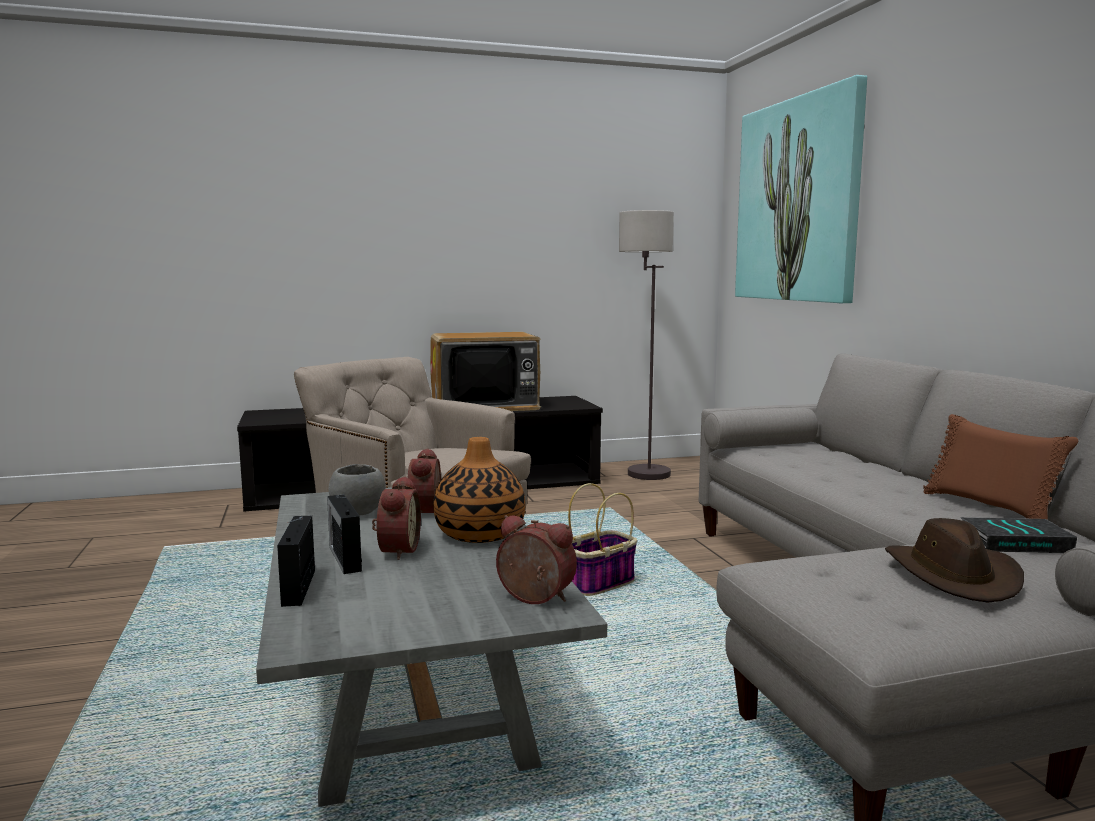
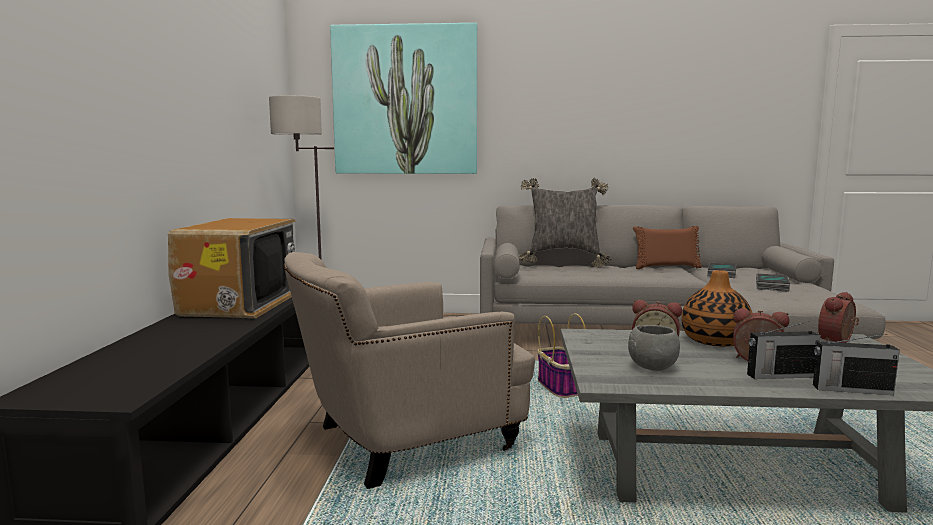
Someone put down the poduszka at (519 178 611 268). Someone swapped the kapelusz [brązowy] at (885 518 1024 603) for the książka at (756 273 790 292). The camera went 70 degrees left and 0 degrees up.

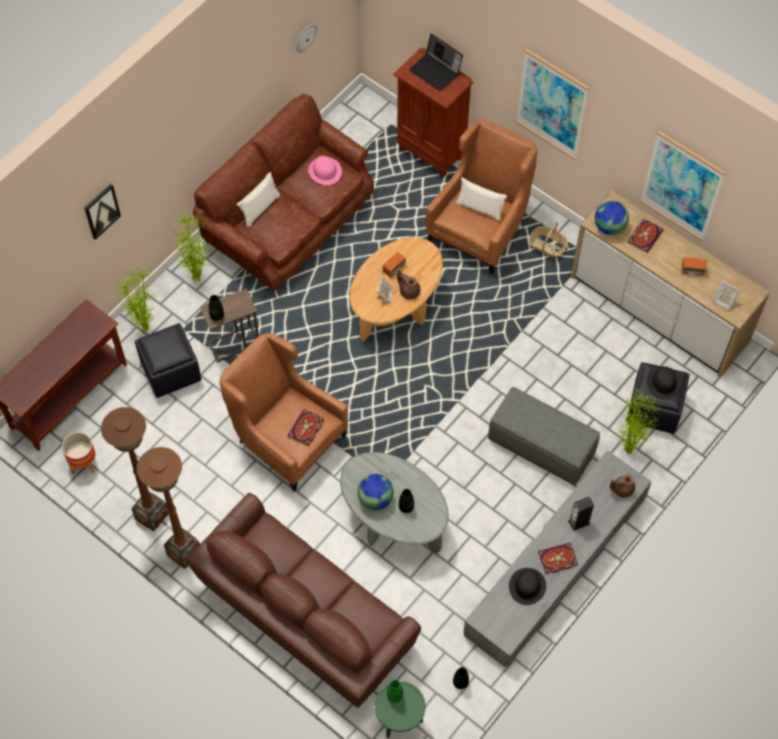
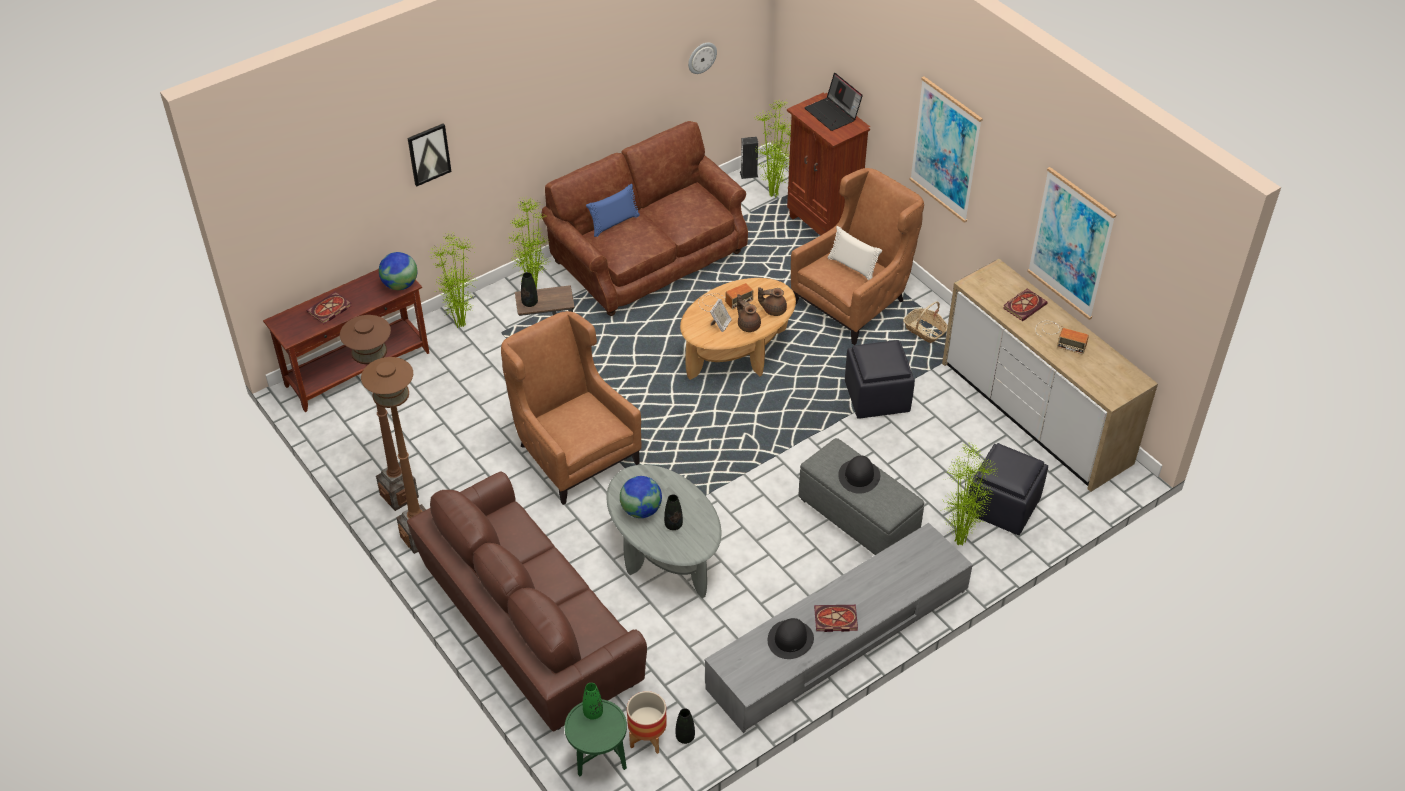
Someone carried the książka from (288 409 324 446) to (306 291 352 324). Someone carried the globus from (595 201 629 235) to (379 252 417 290). Someone repainted the poduszka [biały] at (237 172 280 227), which became the poduszka [niebieski] at (586 184 640 237). Someone carried the donica from (62 432 96 474) to (627 691 667 754). Someone carried the głośnik from (568 496 594 531) to (740 137 758 179). Someone put down the roślina doniczkowa at (753 99 791 197). Someone carried the imbryk [brązowy] from (610 474 635 498) to (758 287 787 316). Someone carried the kapelusz [czarny] from (647 366 682 400) to (838 456 880 494). Someone carried the pufa [czarny] from (135 323 201 398) to (845 340 915 419). Someone took away the kapelusz [różowy] at (308 156 342 185). Someone took away the ramka na zdjęcie at (714 281 740 310). The camera went 15 degrees right and 15 degrees down.

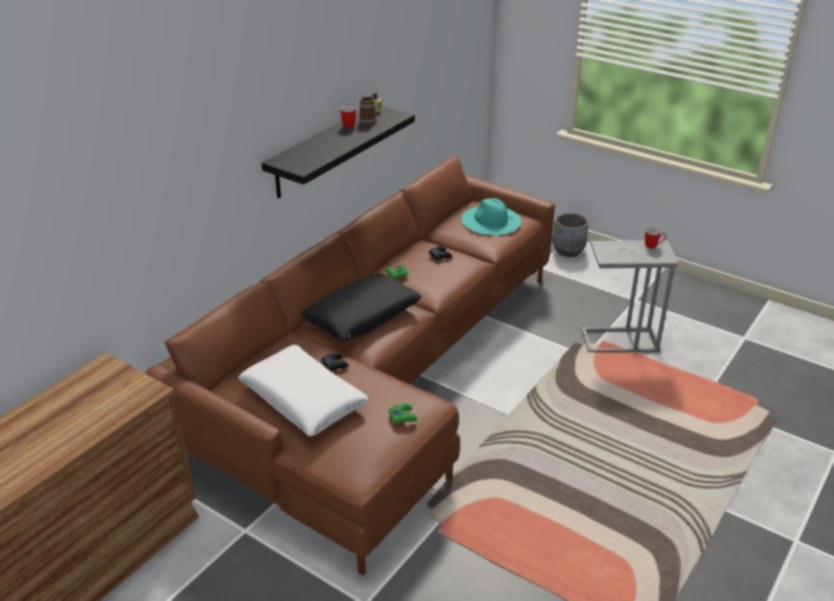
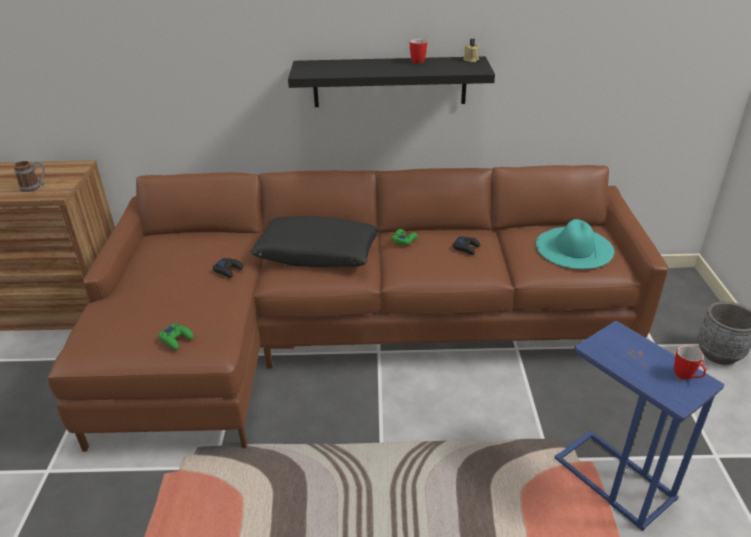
Someone carried the kubek from (359 94 377 125) to (14 161 45 192). Someone repainted the stolik [szary] at (581 240 679 353), which became the stolik [niebieski] at (555 321 724 531). Someone took away the poduszka [biały] at (238 345 368 436). The camera went 55 degrees right and 0 degrees up.

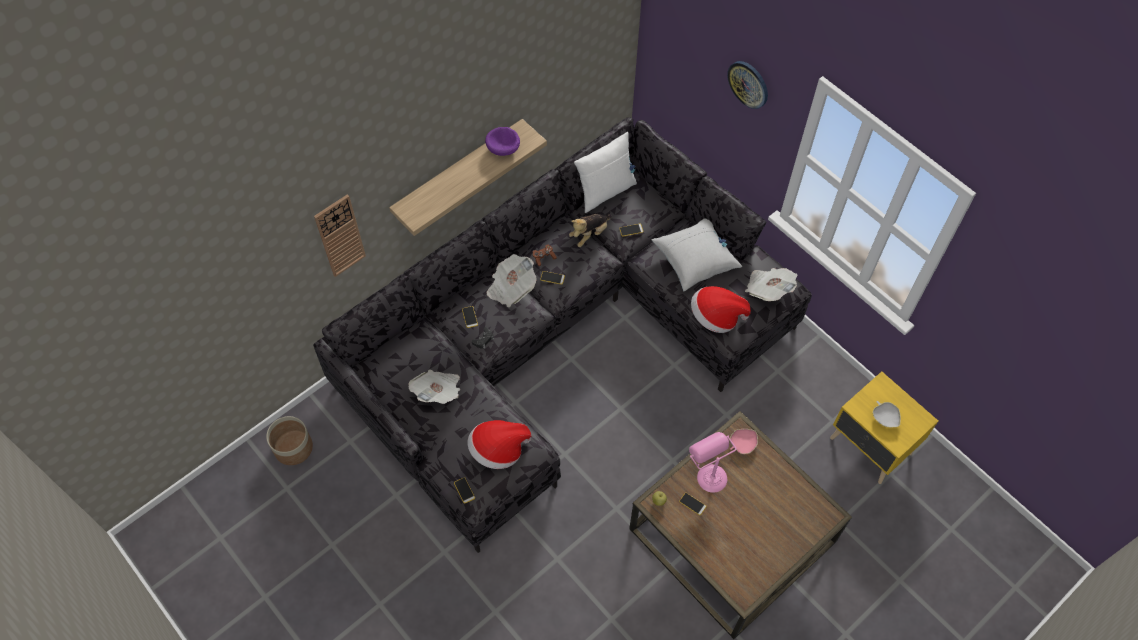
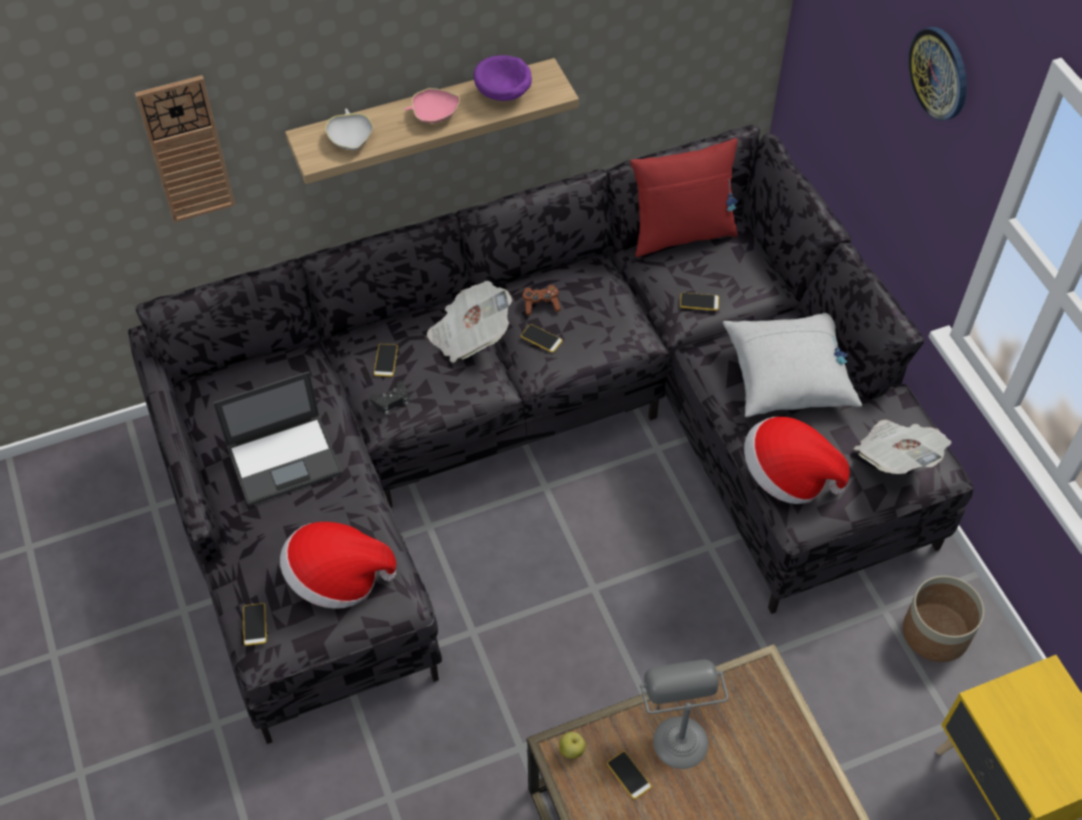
Someone swapped the gazeta at (408 370 461 404) for the laptop at (213 371 342 506). Someone carried the miska [biały] from (873 401 901 427) to (325 109 373 150). Someone carried the miska [różowy] from (730 429 758 454) to (404 88 460 123). Someone repainted the poduszka [biały] at (574 132 637 213), which became the poduszka [czerwony] at (630 138 738 257). Someone repainted the lampa stołowa [różowy] at (689 432 737 493), which became the lampa stołowa [szary] at (640 660 729 769). Someone carried the donica from (266 416 313 465) to (903 576 984 662). Someone took away the pluszak at (569 214 612 247). The camera went 20 degrees right and 5 degrees down.

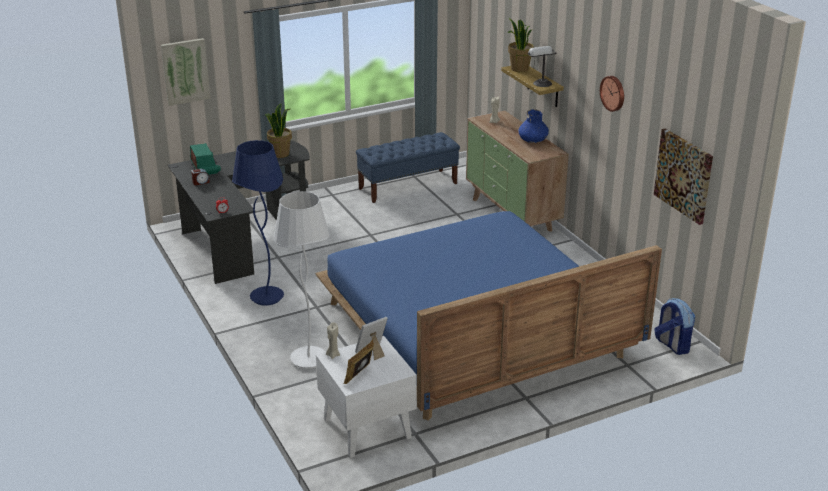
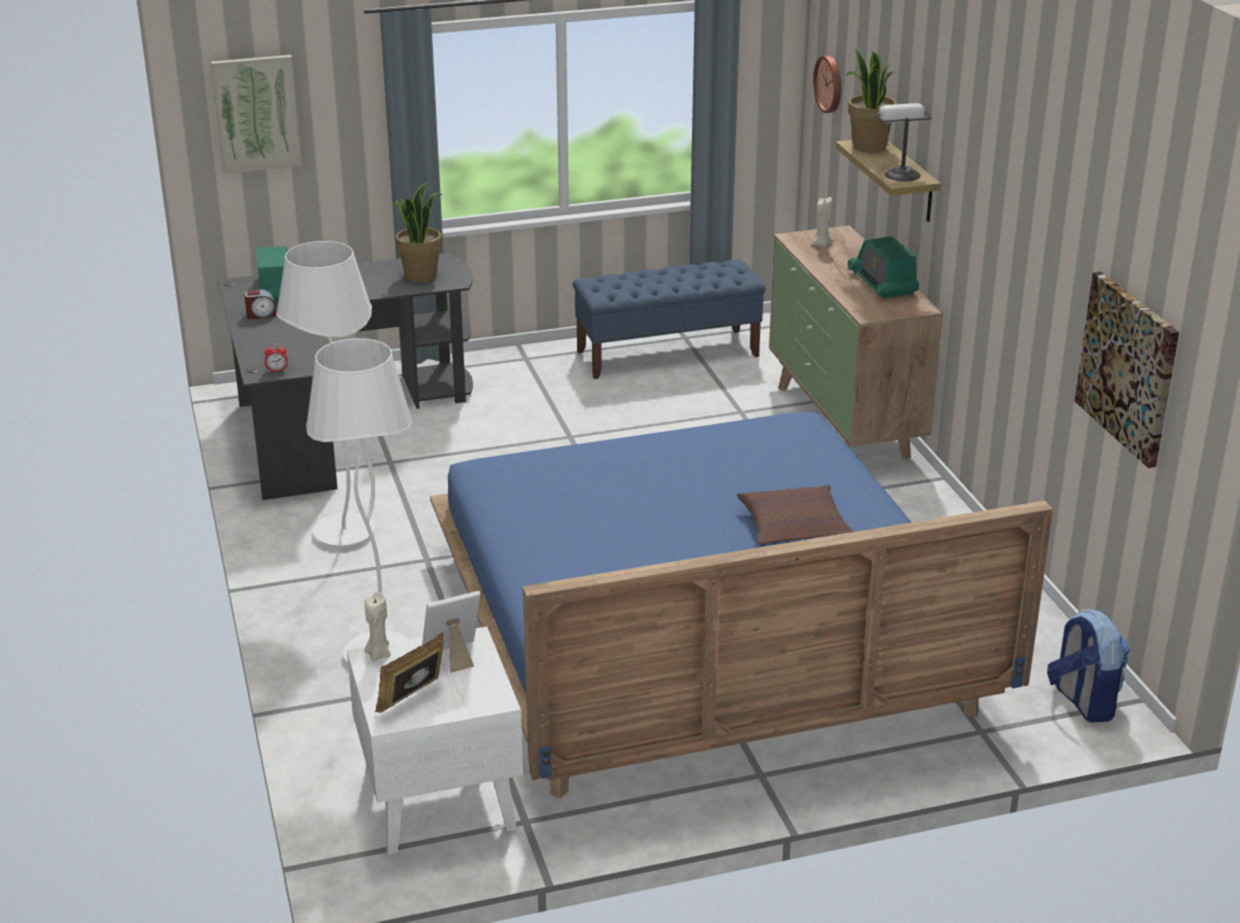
Someone repainted the lampa stojąca [niebieski] at (232 140 284 306), which became the lampa stojąca [biały] at (276 241 376 548). Someone put down the poduszka [brązowy] at (737 485 853 545). Someone carried the zegar ścienny from (600 76 624 112) to (813 56 841 113). Someone swapped the wazon [niebieski] at (518 109 549 143) for the radio at (848 236 919 298). The camera went 10 degrees right and 0 degrees up.

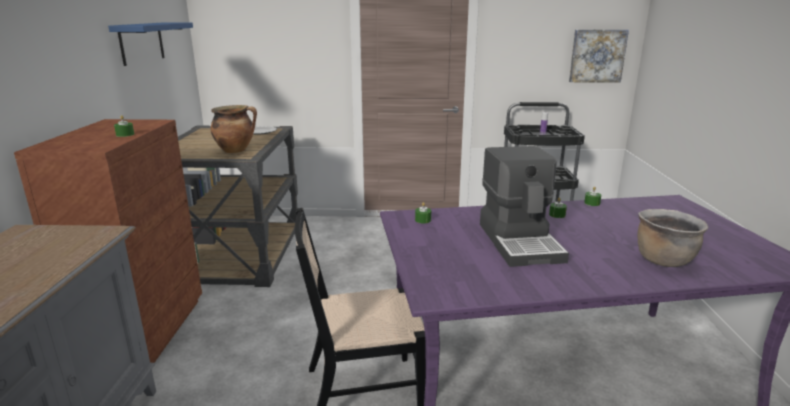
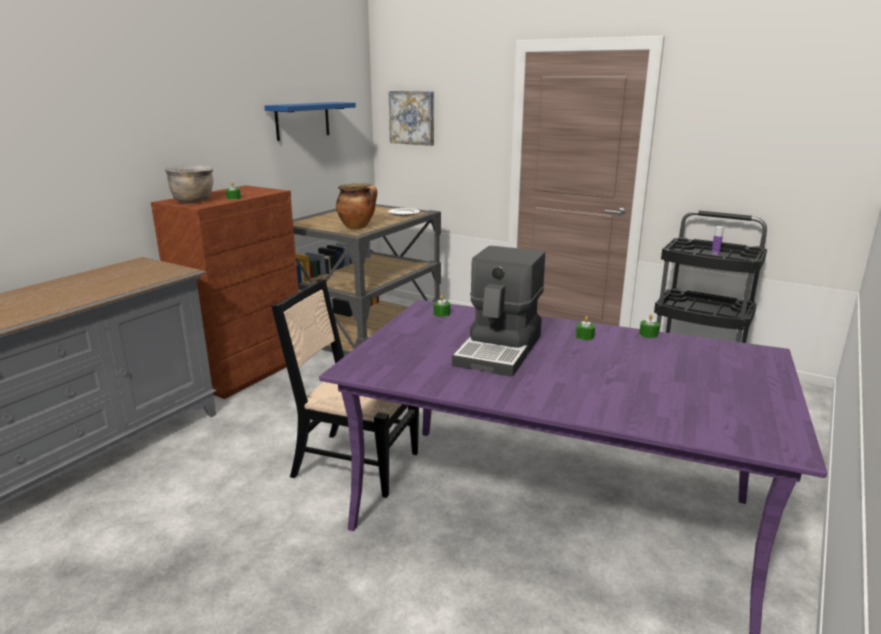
Someone carried the garnek [brązowy] from (637 209 708 267) to (164 165 213 203). Someone carried the obraz from (569 30 629 83) to (389 91 434 146). The camera went 30 degrees right and 0 degrees up.

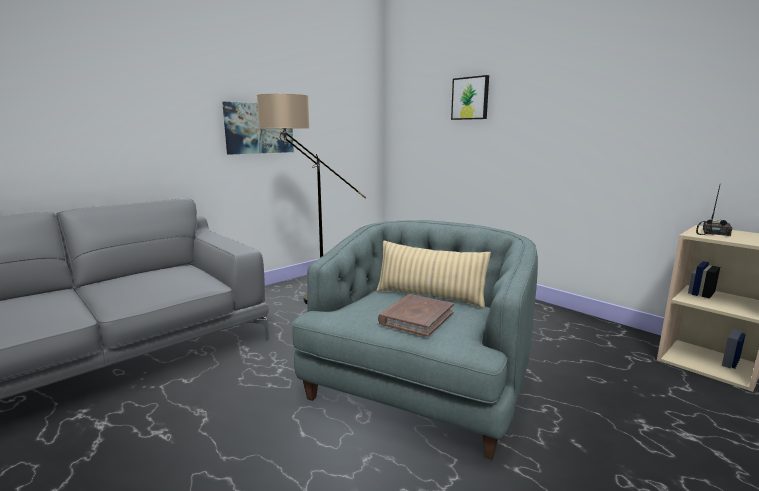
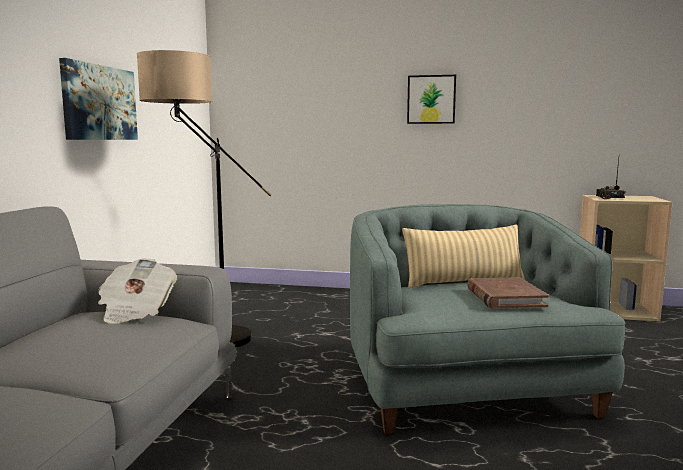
Someone put down the gazeta at (98 258 177 324). Someone carried the obraz from (451 75 489 120) to (407 75 456 124). The camera went 35 degrees left and 5 degrees down.

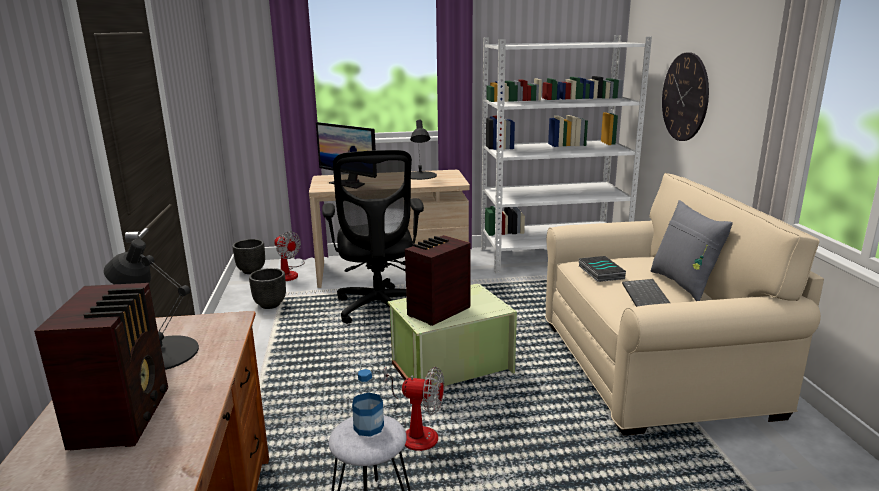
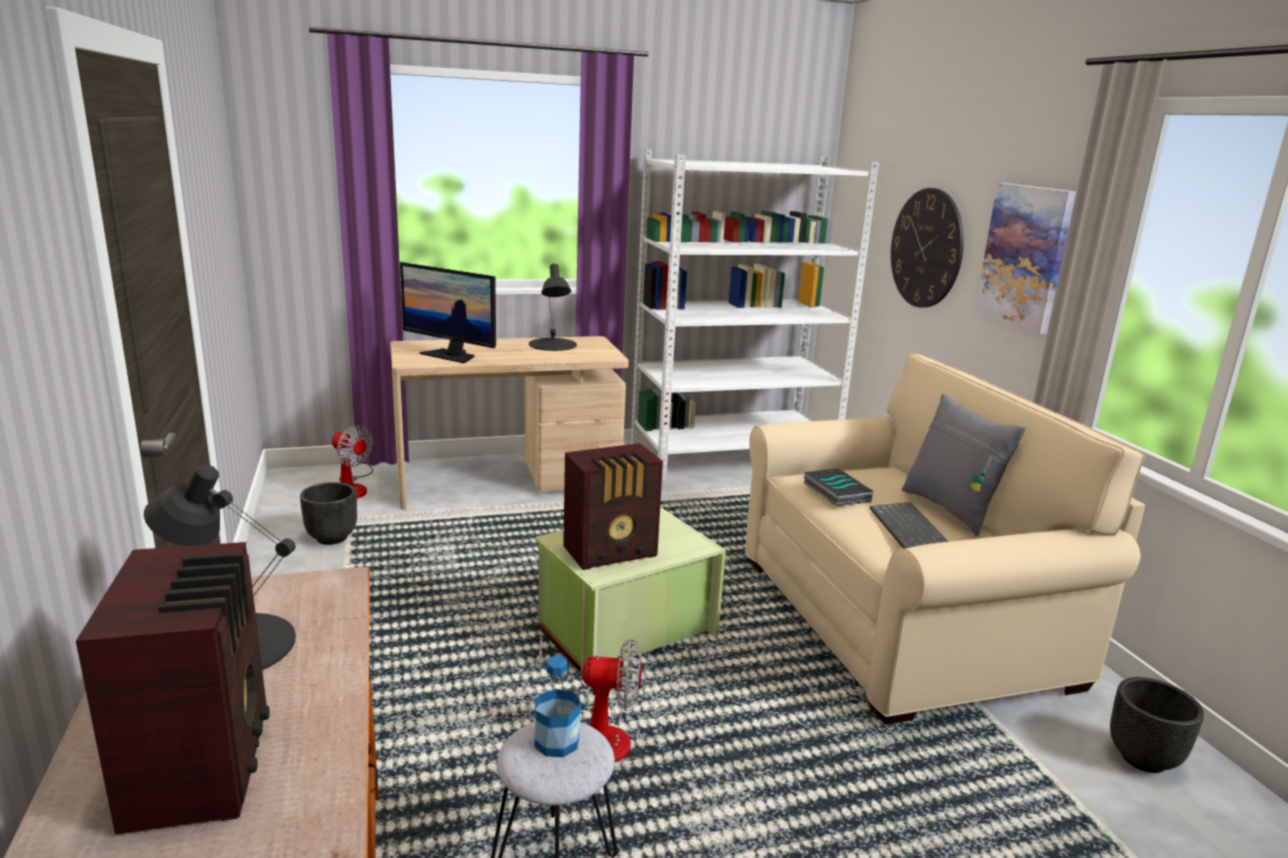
Someone rotated the radio at (405 235 471 326) by 150 degrees counterclockwise. Someone put up the obraz at (975 183 1076 334). Someone carried the donica [czarny] from (232 239 265 274) to (1110 677 1204 773). Someone took away the krzesło biurowe [czarny] at (322 150 424 324). The camera went 10 degrees left and 0 degrees up.

